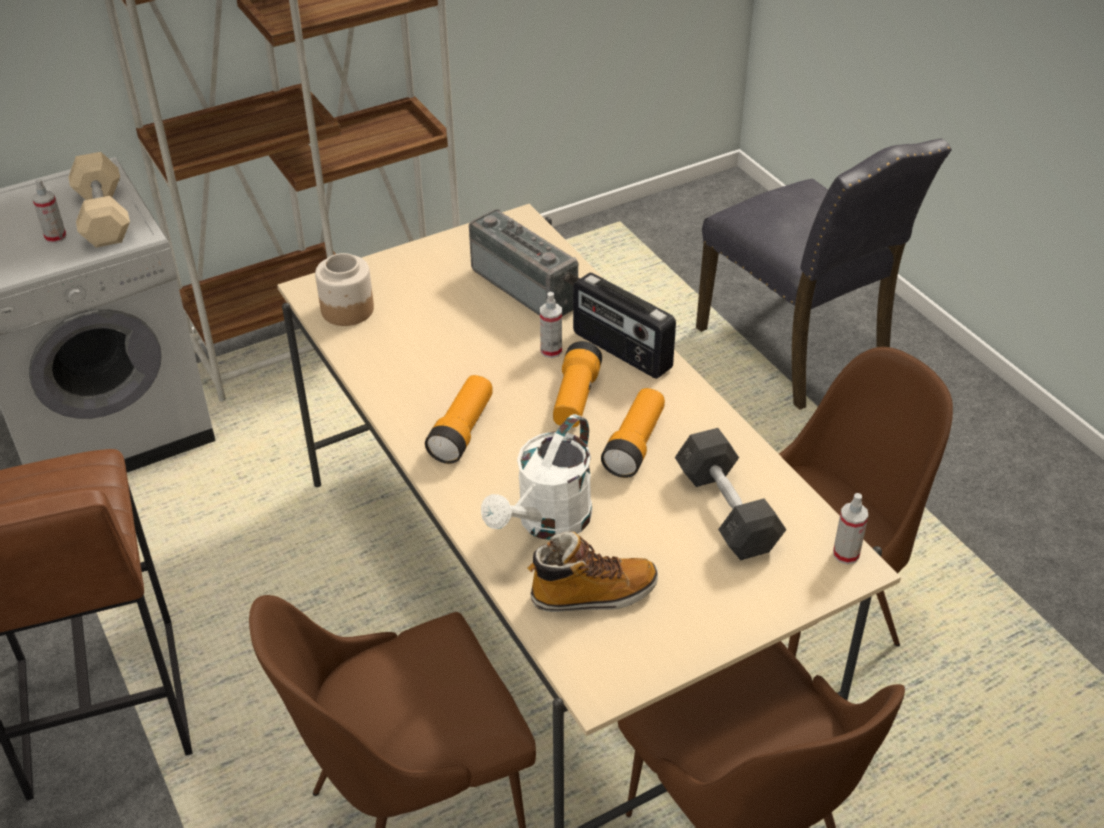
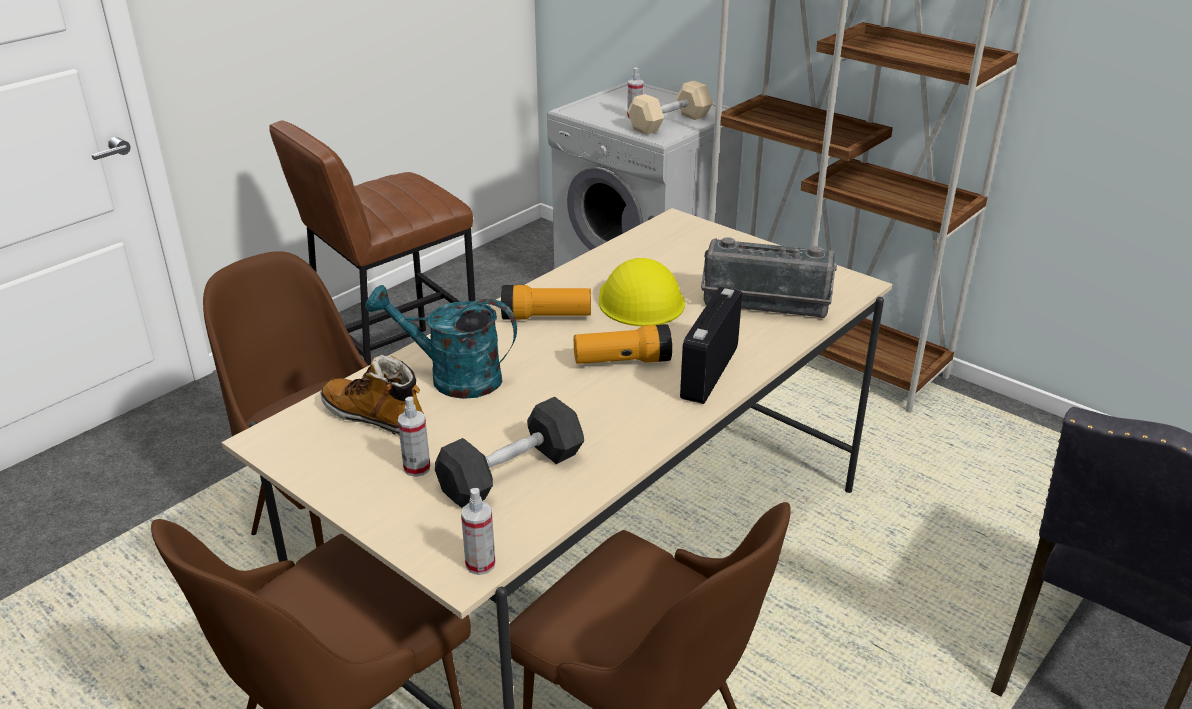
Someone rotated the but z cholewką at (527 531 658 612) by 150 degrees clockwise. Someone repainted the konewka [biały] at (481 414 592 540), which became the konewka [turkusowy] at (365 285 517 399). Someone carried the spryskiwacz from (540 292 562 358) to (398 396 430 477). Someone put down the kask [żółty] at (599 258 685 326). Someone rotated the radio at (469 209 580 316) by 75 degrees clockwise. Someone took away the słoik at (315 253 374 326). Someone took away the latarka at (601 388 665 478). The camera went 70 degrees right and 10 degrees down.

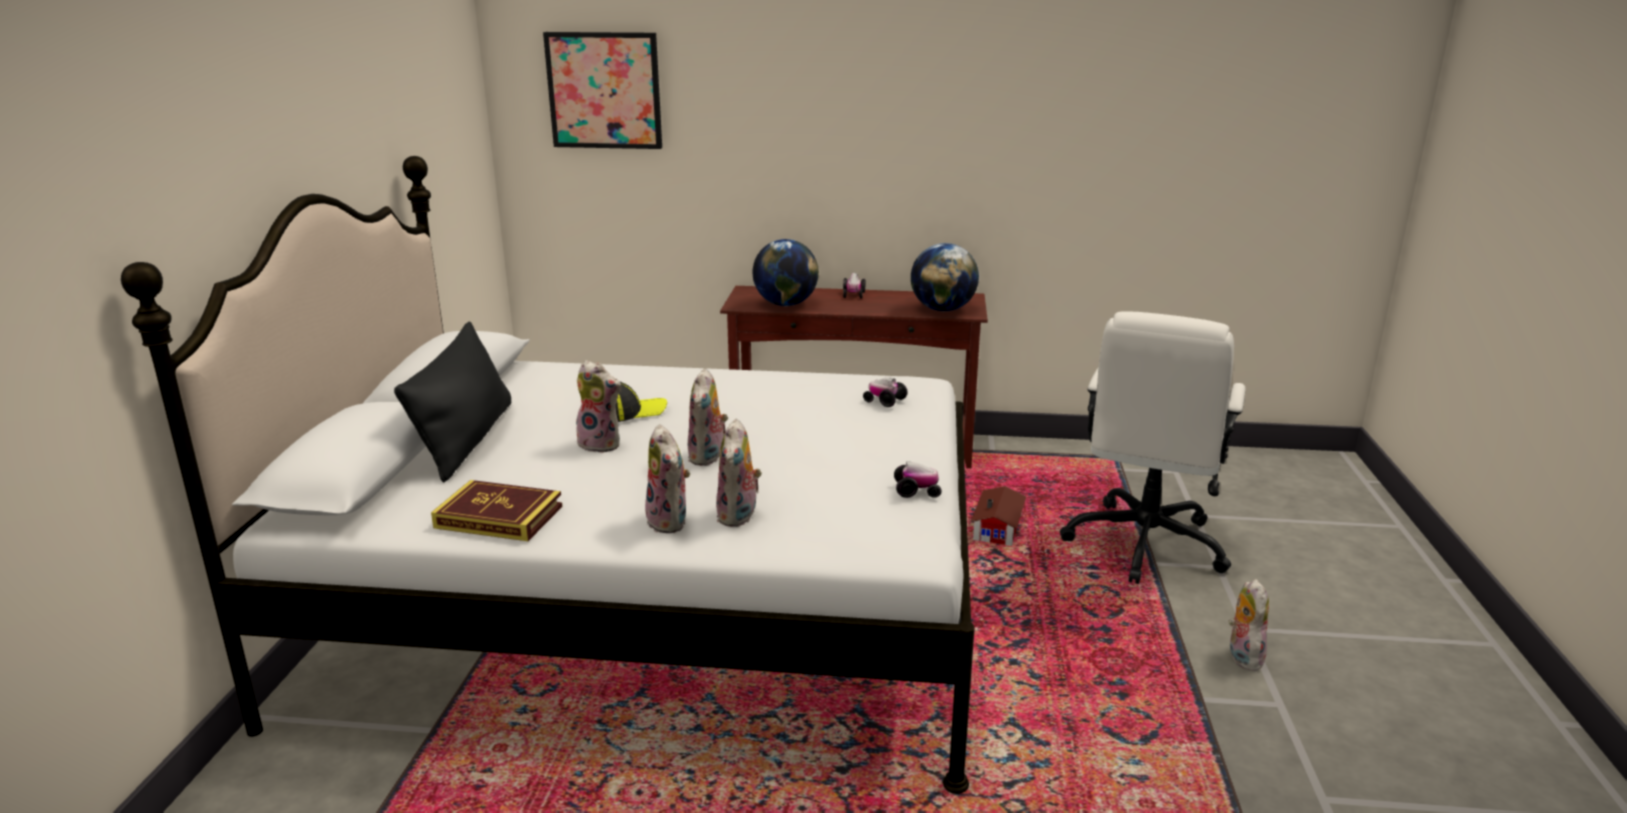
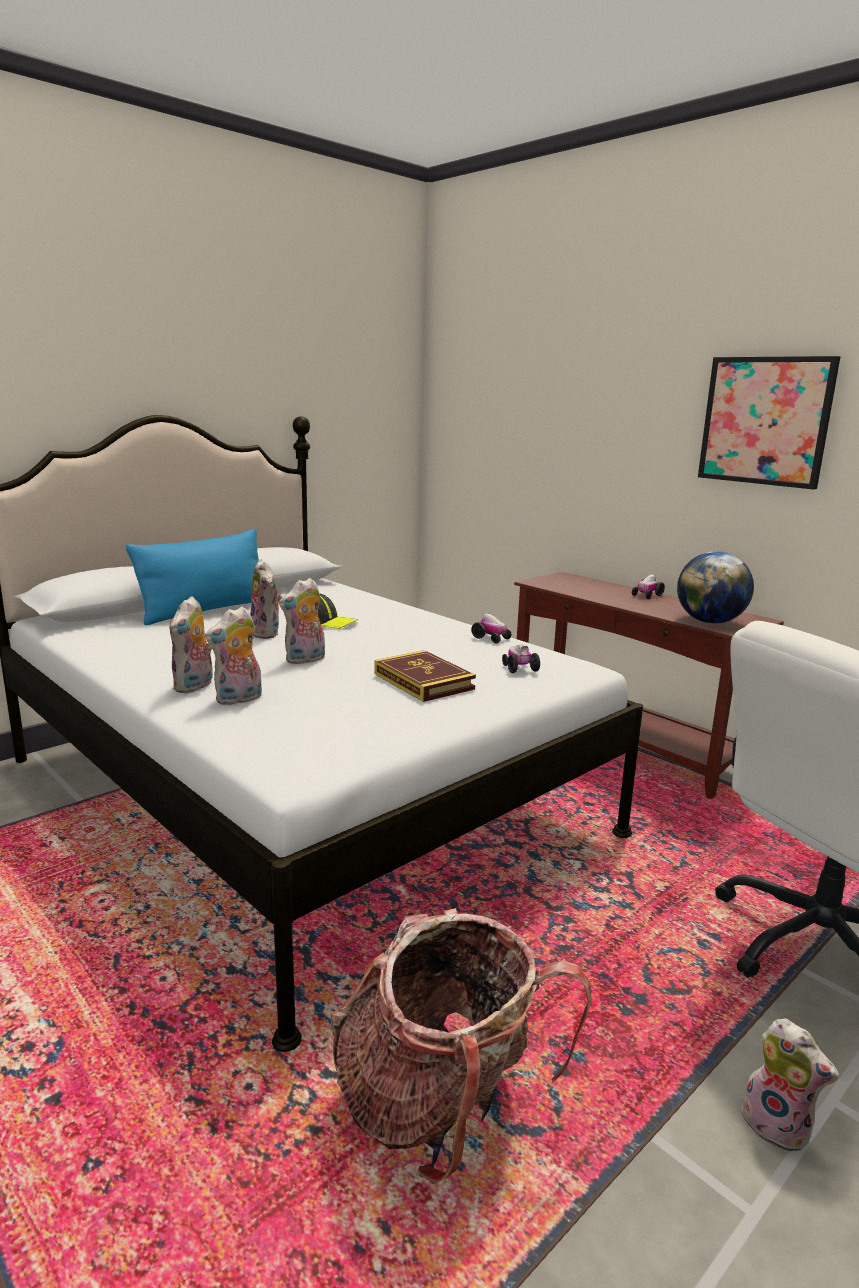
Someone repainted the poduszka [czarny] at (394 321 511 482), which became the poduszka [niebieski] at (126 529 259 625). Someone put down the plecak at (331 908 592 1184). Someone carried the książka from (431 480 562 541) to (375 650 476 702). Someone carried the samochodzik from (894 462 941 498) to (471 613 511 643). Someone carried the obraz from (543 32 662 149) to (698 356 840 489). Someone rotated the pluszak at (1228 579 1269 672) by 90 degrees clockwise. Someone took away the globus at (753 239 819 306). Someone took away the domek at (971 486 1027 546). The camera went 40 degrees right and 5 degrees down.

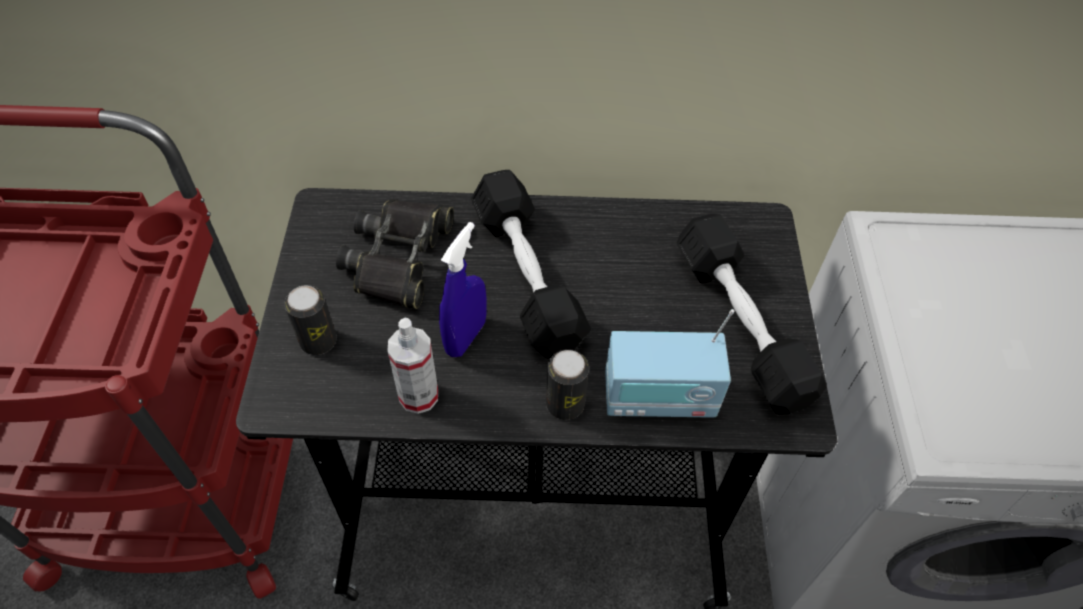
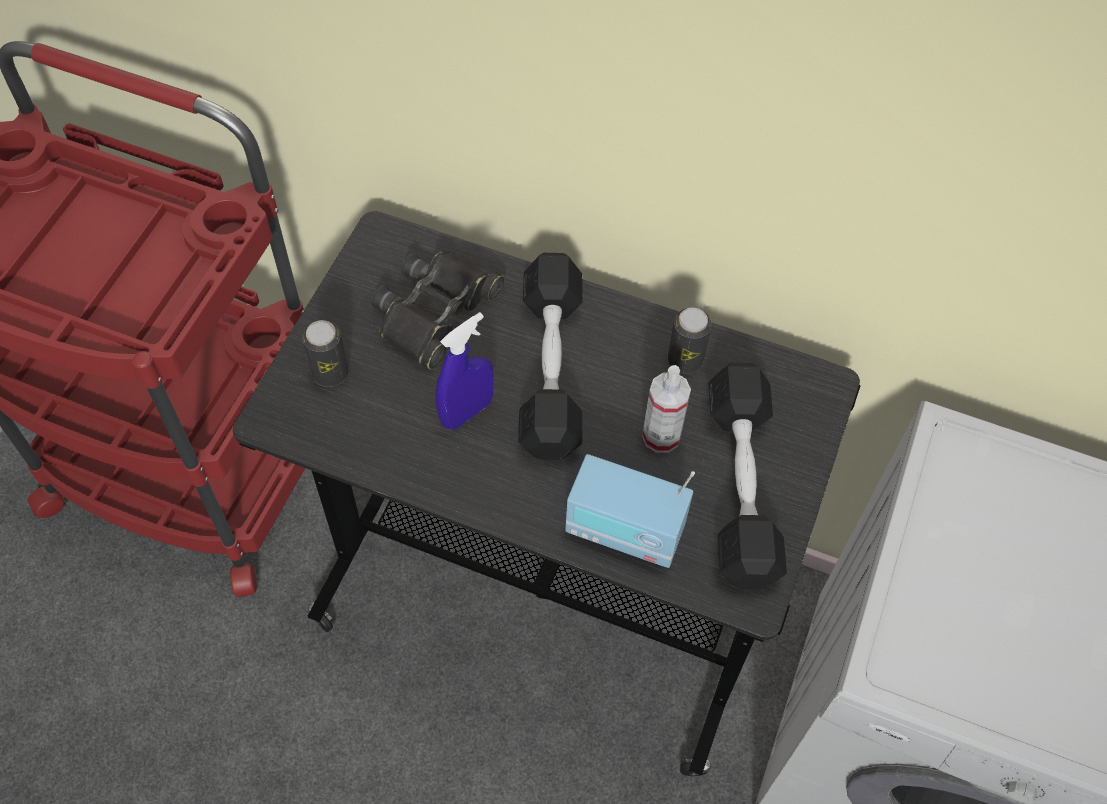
Someone carried the spryskiwacz from (387 318 438 414) to (642 365 691 453). Someone carried the puszka from (546 350 589 420) to (668 308 712 374). The camera went 20 degrees right and 5 degrees up.

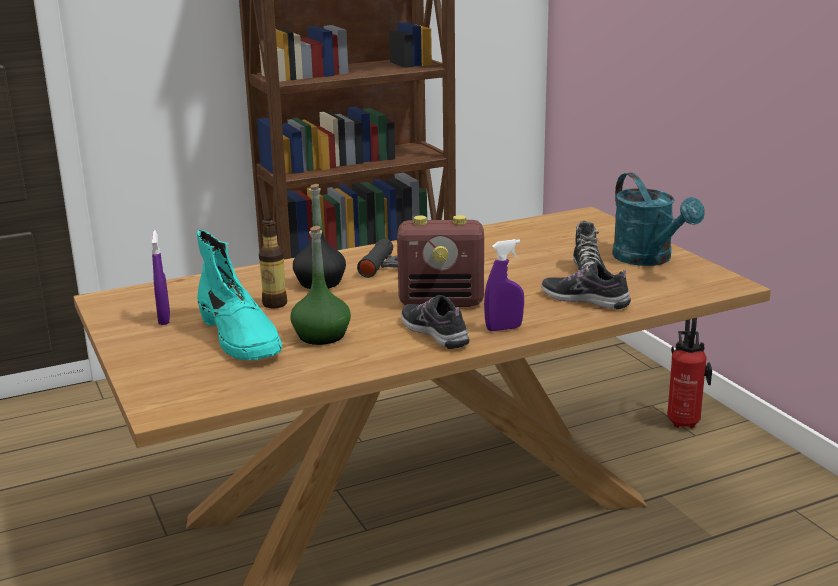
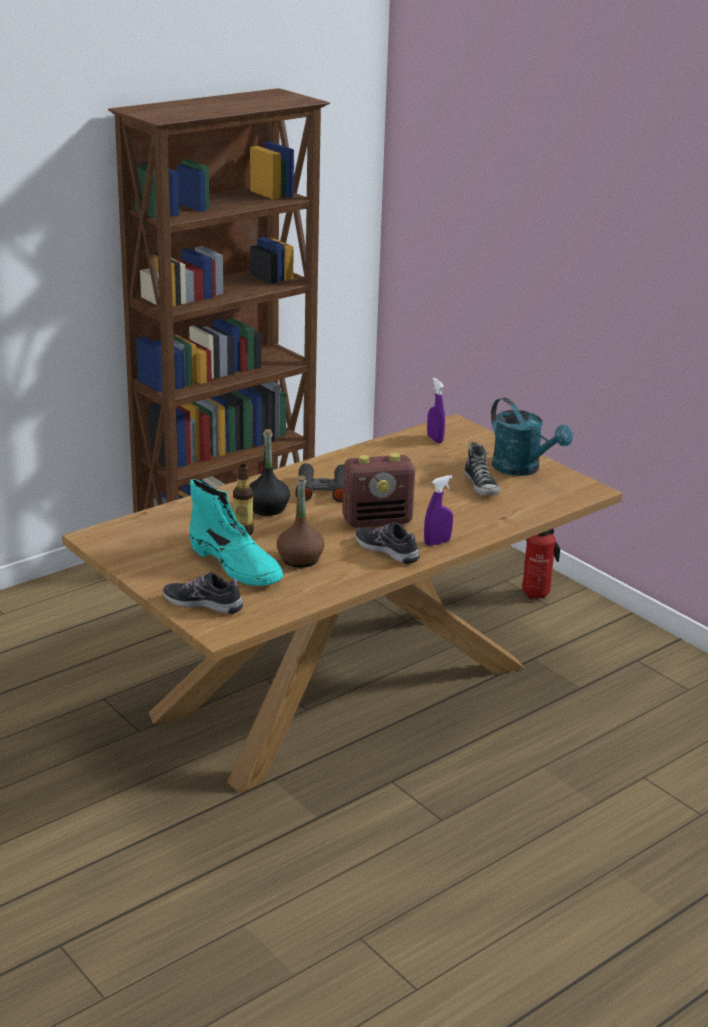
Someone carried the but from (541 262 631 310) to (163 572 243 614). Someone repainted the butelka [zielony] at (290 226 351 345), which became the butelka [brązowy] at (277 476 324 568). Someone carried the spryskiwacz [fioletowy] from (152 230 170 325) to (427 378 445 443). The camera went 15 degrees left and 5 degrees up.

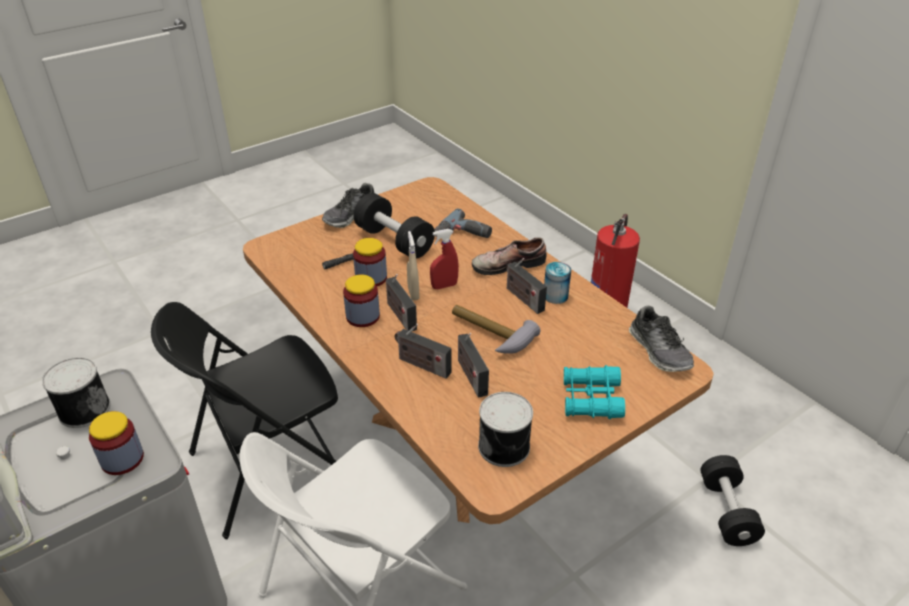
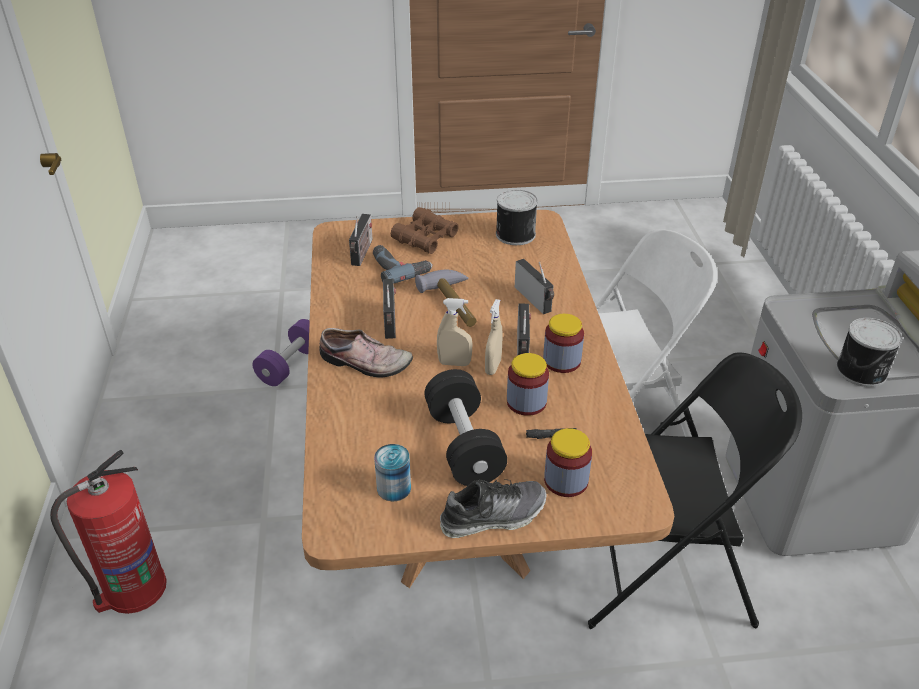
Someone repainted the hantel [czarny] at (701 455 765 546), which became the hantel [fioletowy] at (253 319 310 386). Someone carried the radio from (458 333 489 398) to (349 214 373 266). Someone carried the wiertarka from (434 208 492 238) to (373 245 433 283). Someone carried the puszka from (544 262 571 304) to (374 444 411 501). Someone repainted the lornetka [turkusowy] at (564 365 625 419), which became the lornetka [brązowy] at (391 207 459 254). Someone repainted the spryskiwacz [czerwony] at (430 229 459 289), which became the spryskiwacz [beżowy] at (437 298 472 366). Someone carried the słoik from (89 411 144 475) to (544 428 592 497). Someone took away the but at (629 306 694 372). The camera went 150 degrees left and 0 degrees up.

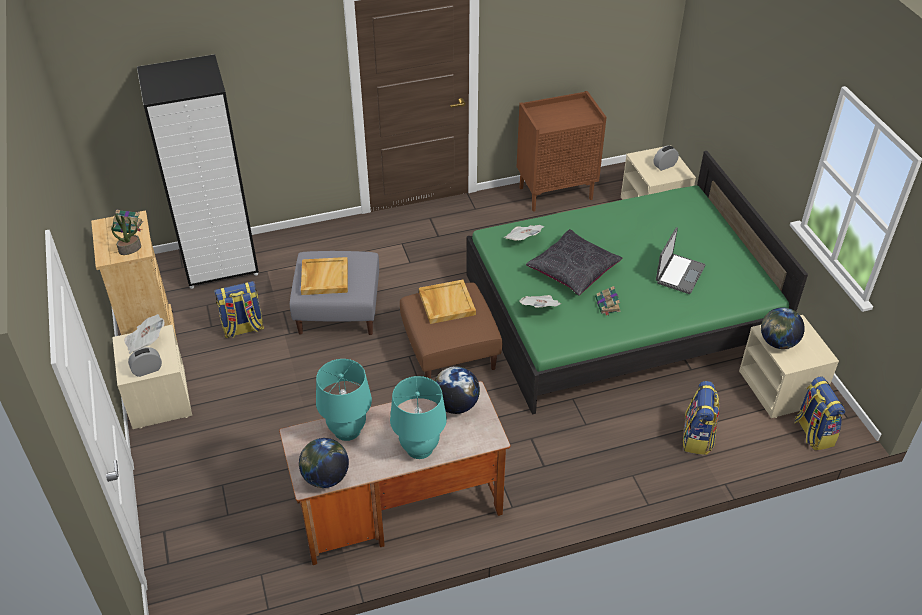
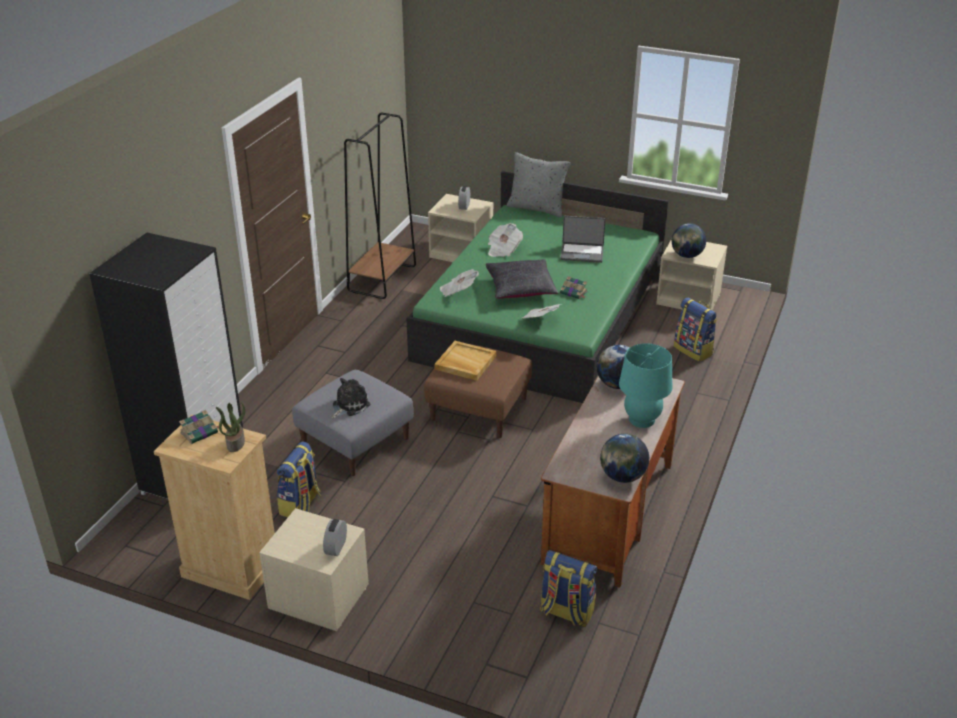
Someone swapped the taca [beżowy] at (301 257 348 295) for the pluszak at (332 378 371 419). Someone swapped the szafka [brązowy] at (517 91 607 212) for the wieszak at (344 112 416 299). Someone carried the gazeta from (124 314 165 354) to (488 223 523 257). Someone put down the poduszka [szary] at (506 152 571 217). Someone carried the plecak from (794 376 845 450) to (540 550 597 627). Someone rotated the laptop at (656 227 706 294) by 120 degrees clockwise. Someone took away the lampa stołowa [turkusowy] at (316 359 372 441). The camera went 50 degrees left and 10 degrees down.

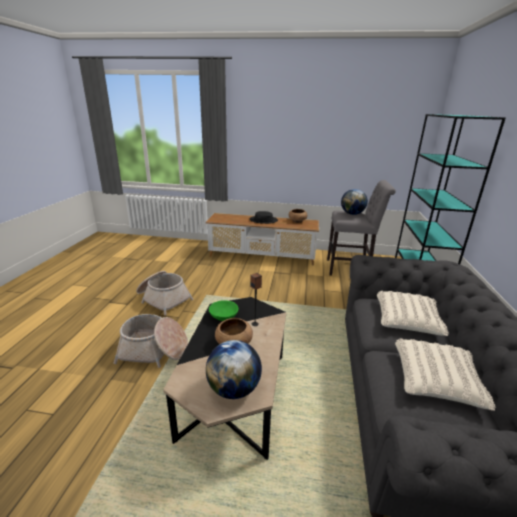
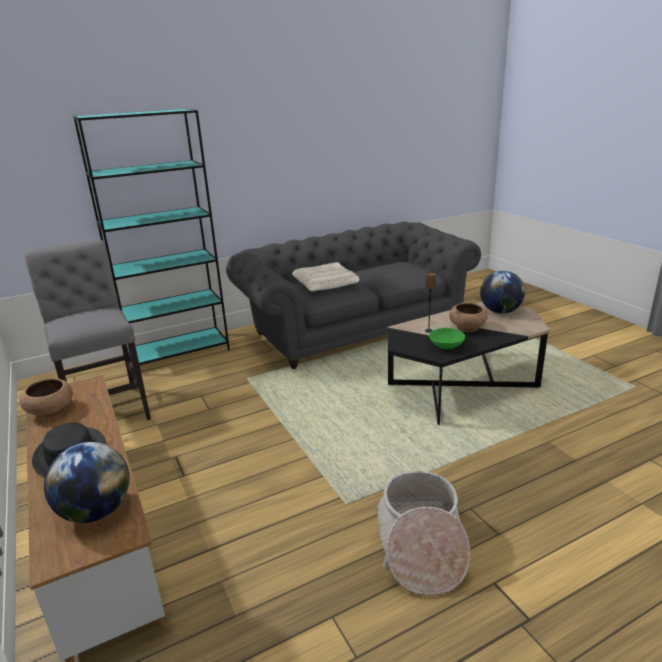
Someone carried the globus from (341 189 368 215) to (44 442 129 523). Someone took away the koszyk at (114 314 188 368). Someone took away the poduszka [beżowy] at (395 338 496 411). The camera went 125 degrees left and 0 degrees up.

